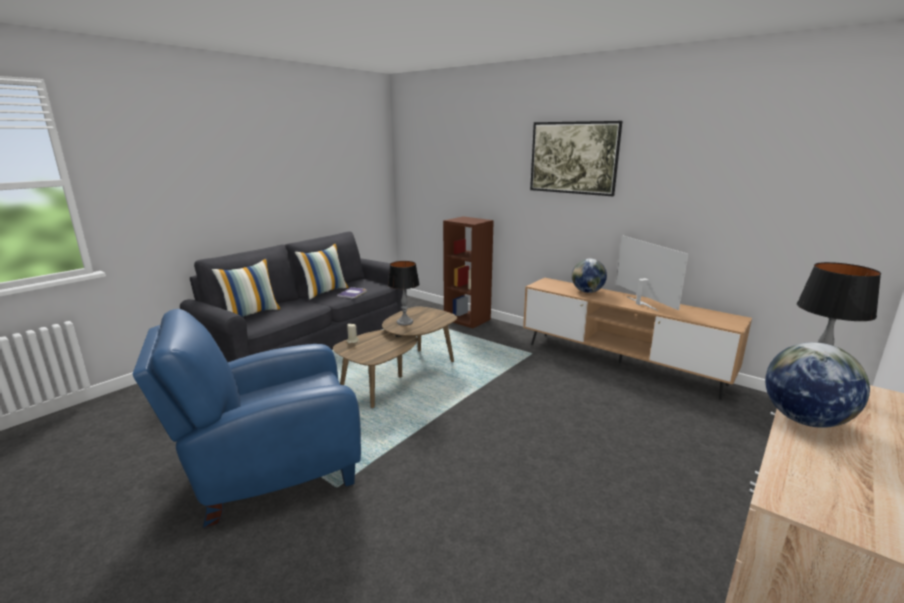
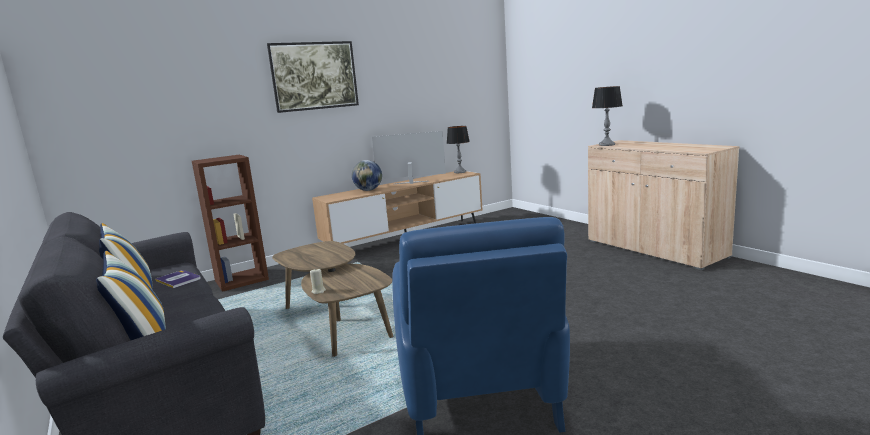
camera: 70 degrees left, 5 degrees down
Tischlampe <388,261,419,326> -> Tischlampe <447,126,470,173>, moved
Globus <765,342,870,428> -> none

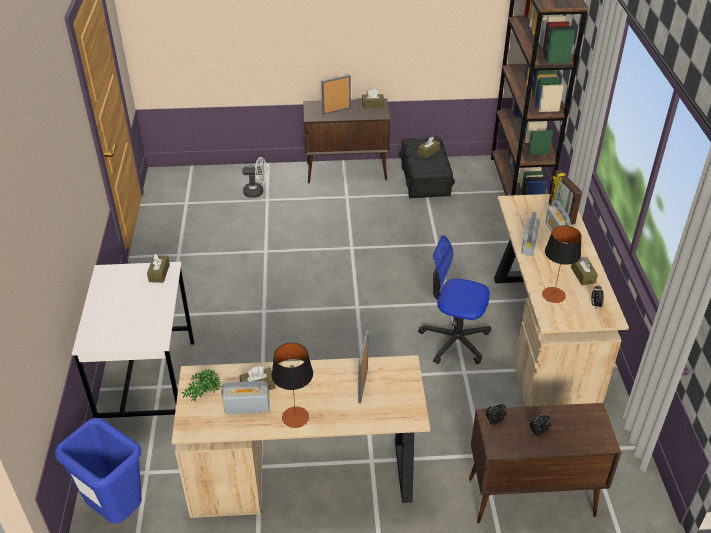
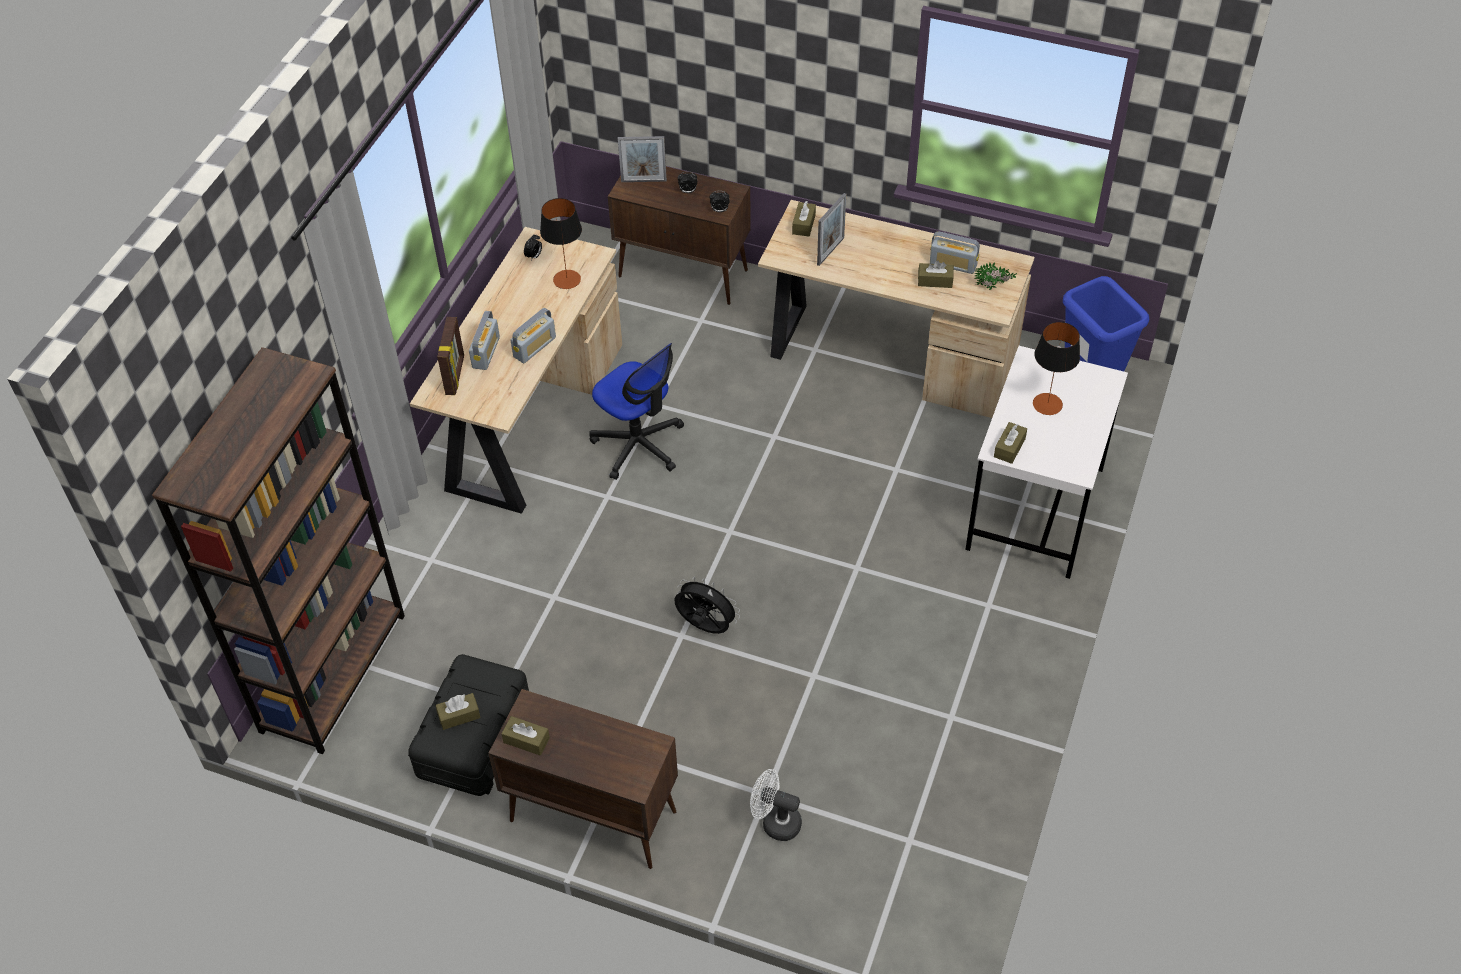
camera: 155 degrees left, 10 degrees up
Tischlampe <271,343,313,428> -> Tischlampe <1033,322,1080,415>, moved
Bilderrahmen <322,75,351,115> -> Bilderrahmen <618,136,667,182>, moved
Taschentuchbox/braun <571,257,598,285> -> Taschentuchbox/braun <792,201,816,237>, moved
none -> Ventilator/schwarz <675,576,740,634>

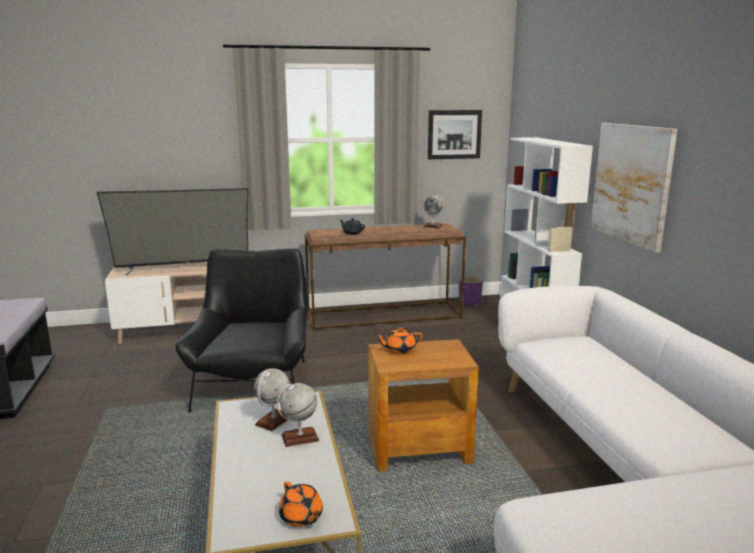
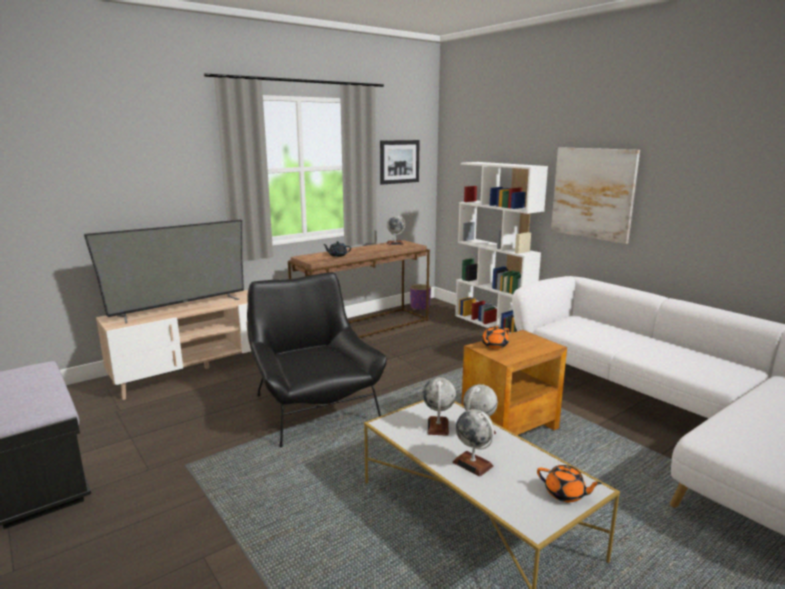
camera: 25 degrees left, 0 degrees up
none -> Globus <452,409,494,476>

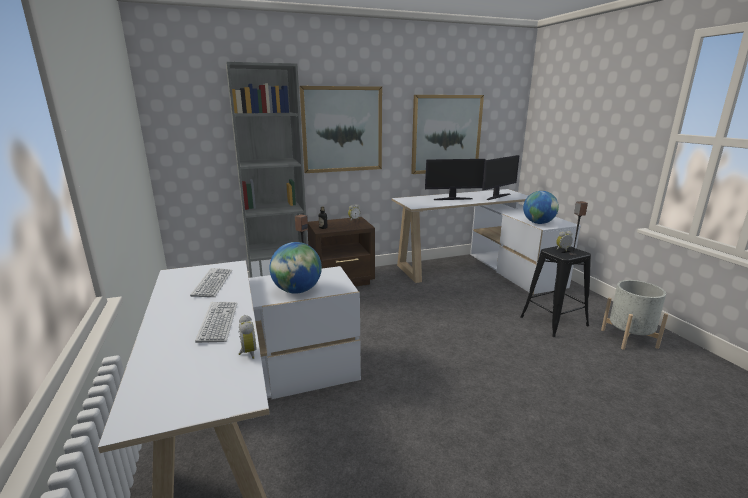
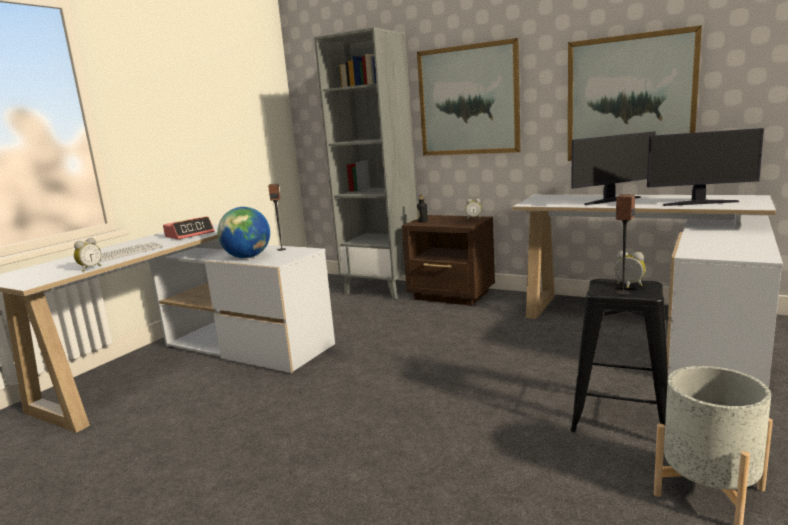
camera: 50 degrees right, 5 degrees down
Tastatur <190,268,232,297> -> Wecker <163,216,215,239>
Monitor <425,159,486,200> -> Monitor <571,131,656,205>, 60 degrees counterclockwise
Globus <523,191,559,224> -> none

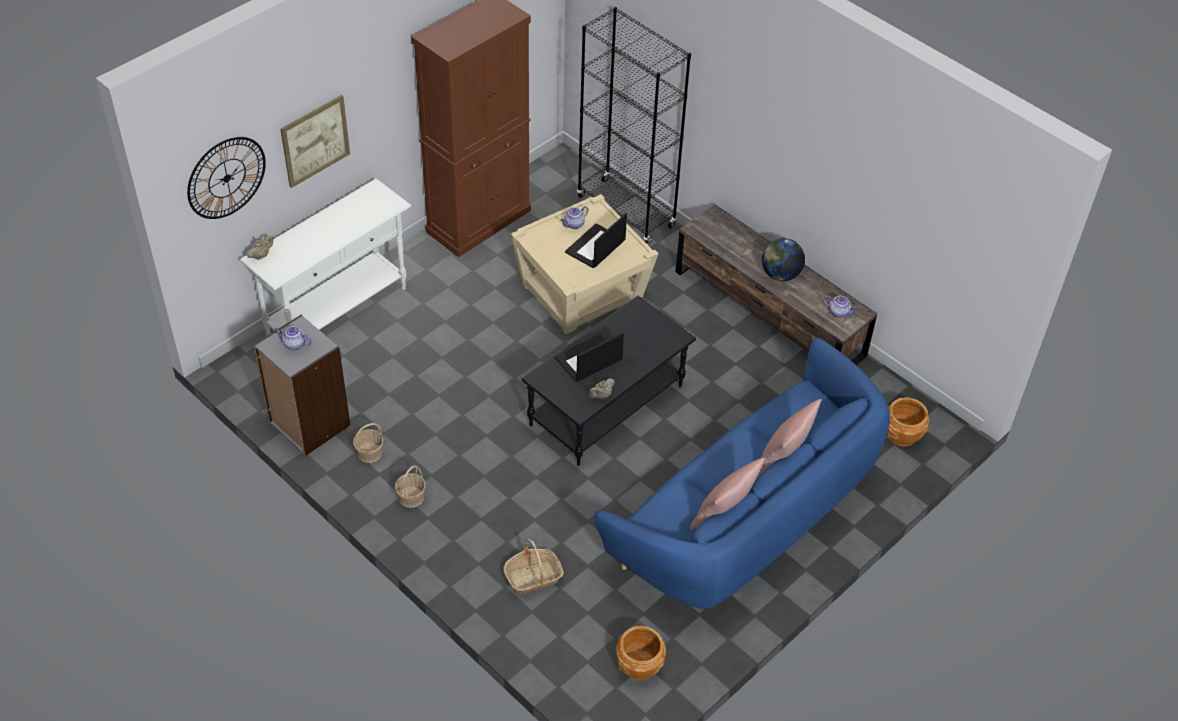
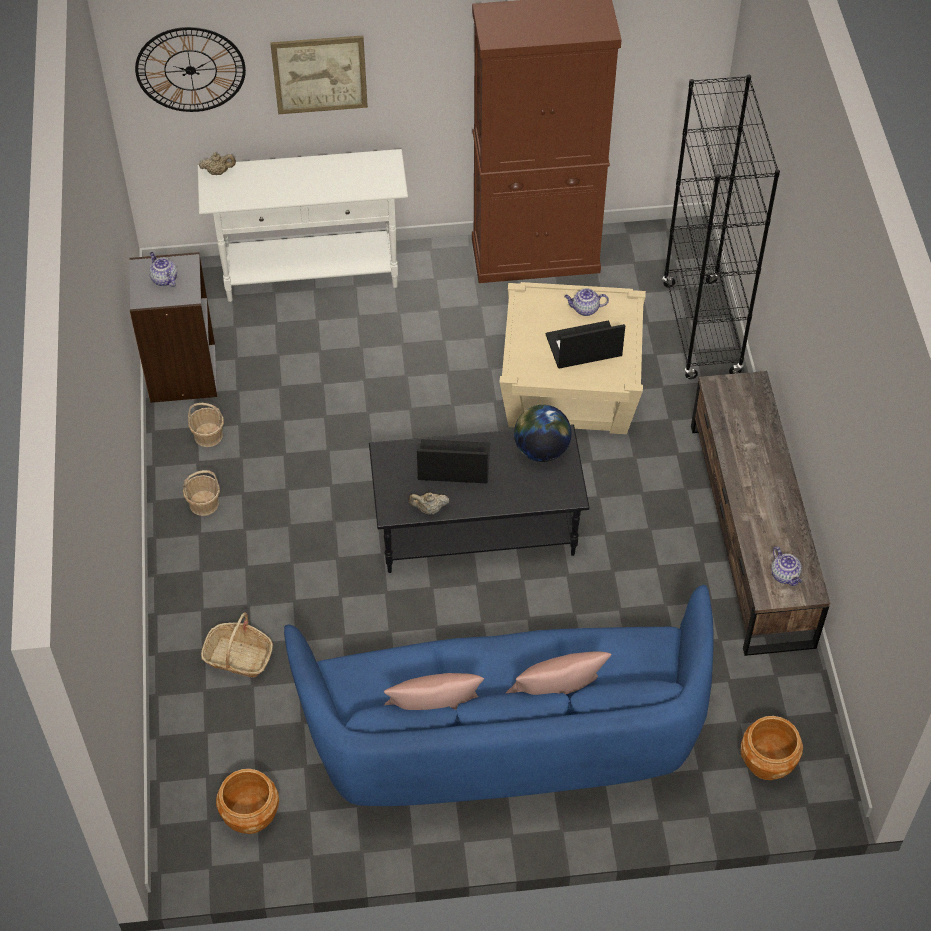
camera: 40 degrees right, 5 degrees up
Globus <762,238,805,281> -> Globus <514,405,571,462>, moved

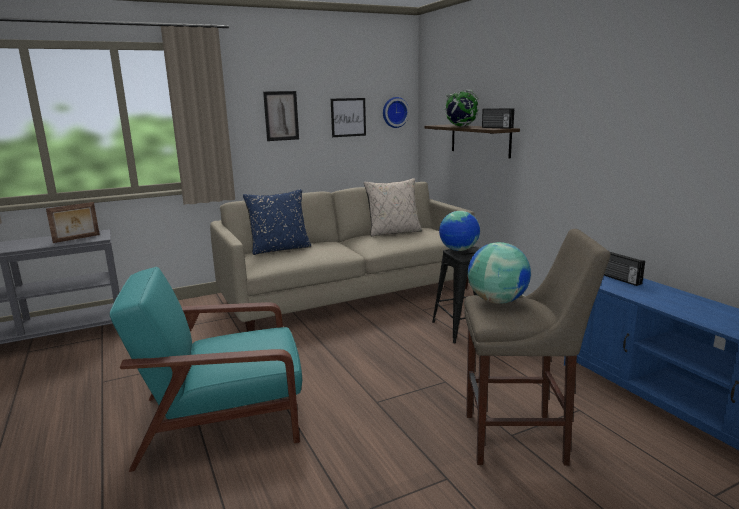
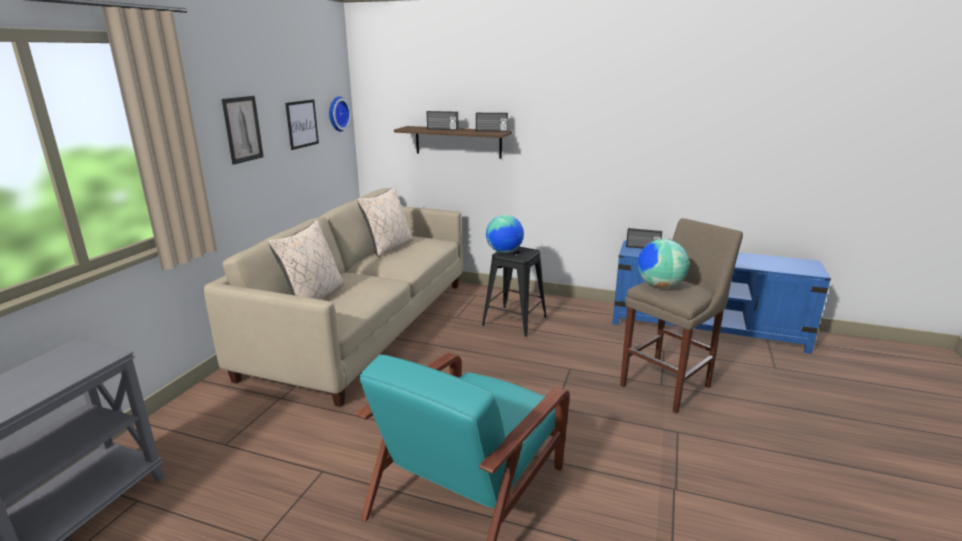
camera: 45 degrees left, 5 degrees up
Bilderrahmen <46,202,100,243> -> none
Kissen/blau <243,189,311,255> -> Kissen/beige <268,220,344,300>
Globus <444,90,479,127> -> Radio <427,111,458,130>

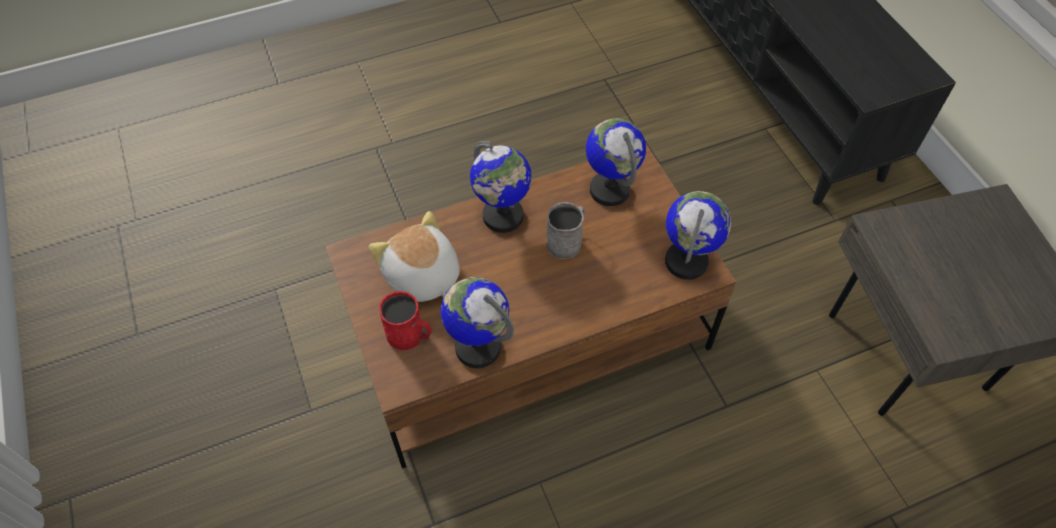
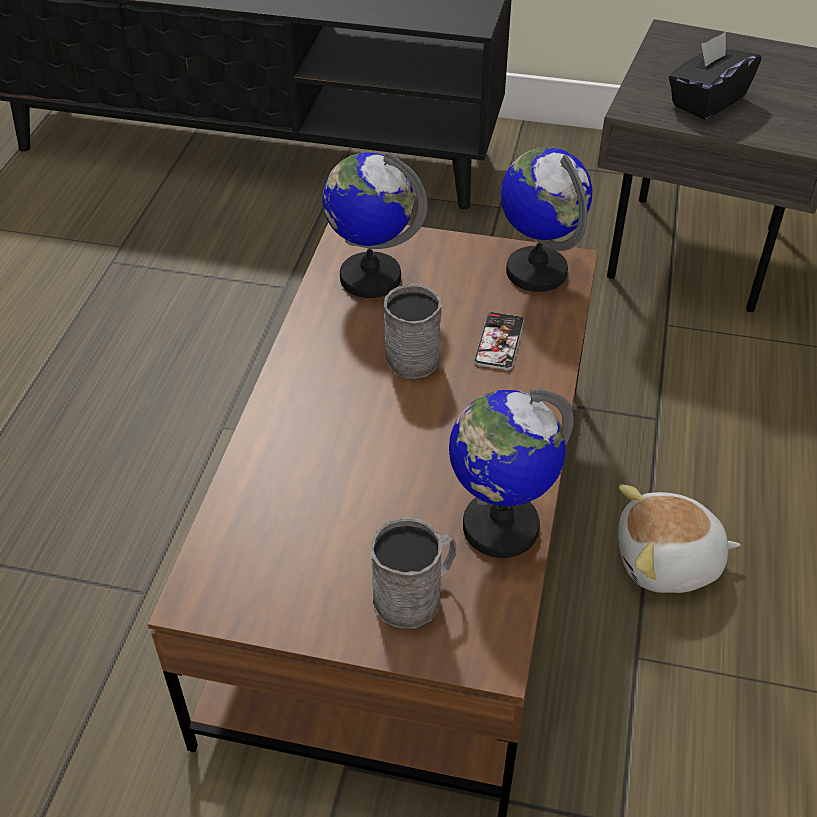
camera: 55 degrees left, 10 degrees down
Plüschtier <369,211,460,302> -> Plüschtier <618,484,741,593>, moved
Henkelbecher/rot <379,291,432,350> -> Henkelbecher/grau <371,517,456,629>
Globus <470,141,532,233> -> none
none -> Handy <474,312,524,370>
none -> Taschentuchbox/schwarz <669,32,761,120>

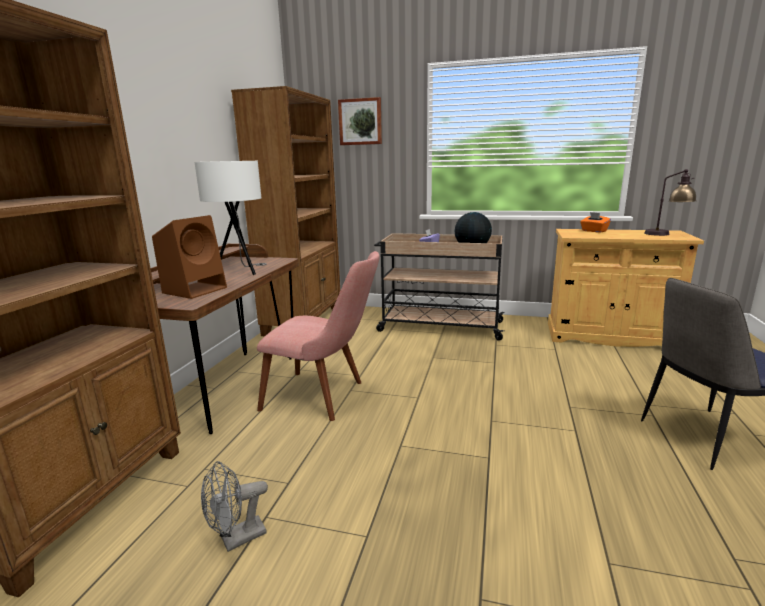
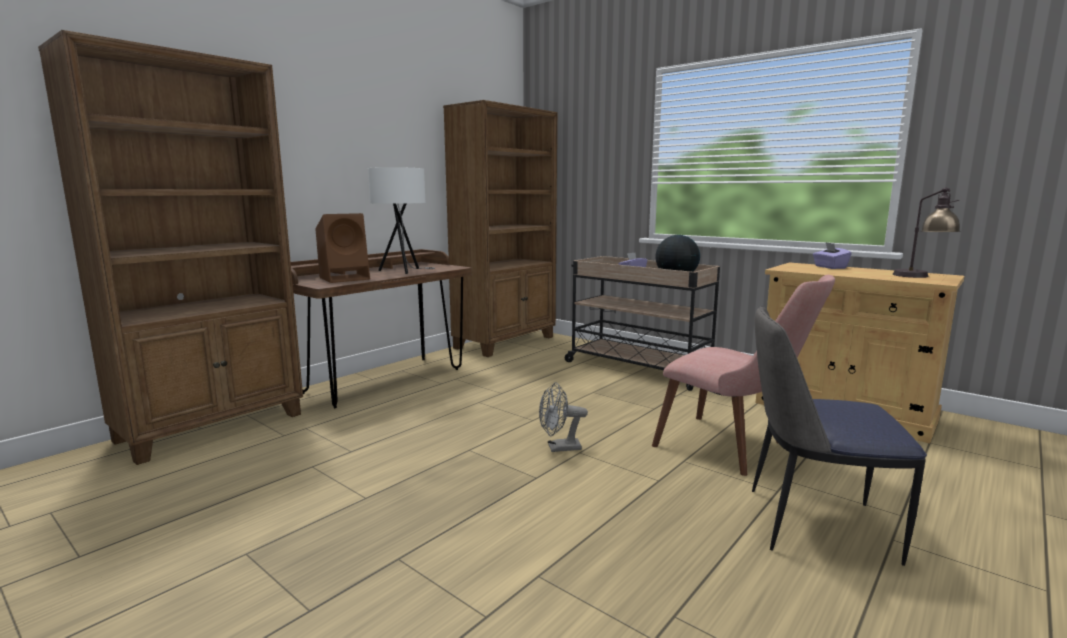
camera: 25 degrees right, 5 degrees down
Ventilator/grau <201,461,268,552> -> Ventilator/grau <539,382,588,452>, moved
Stuhl/rosa <257,251,380,421> -> Stuhl/rosa <652,275,835,476>, moved
Bild <338,97,382,145> -> none
Taschentuchbox/orange <580,212,611,233> -> Taschentuchbox/lila <813,242,852,269>

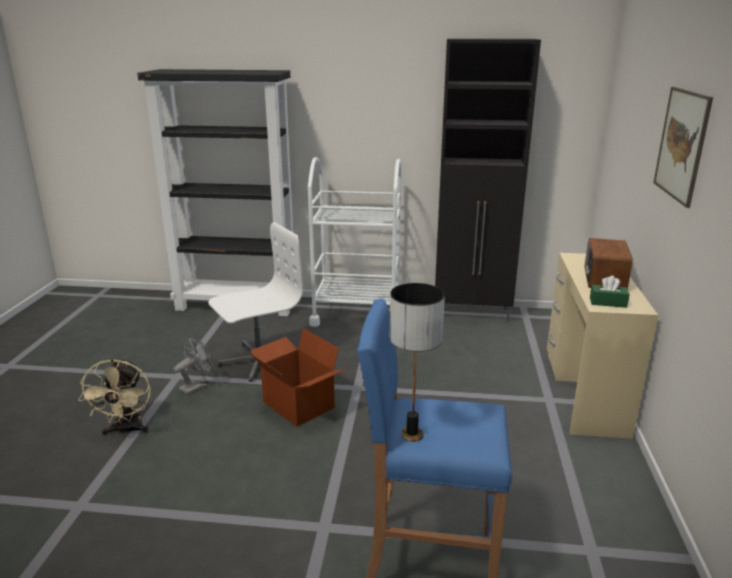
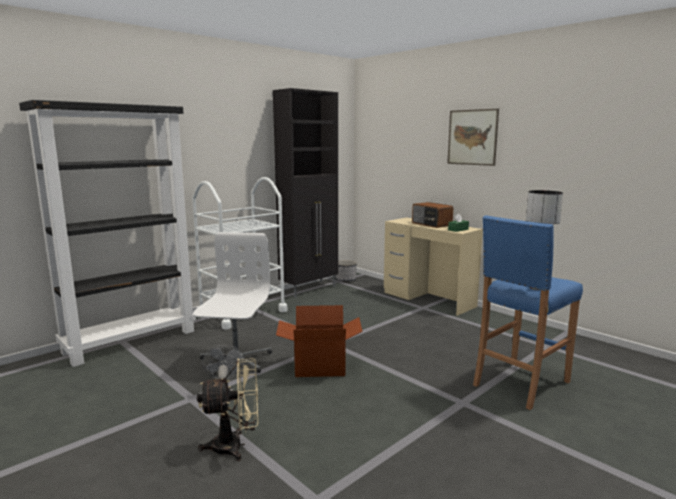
camera: 50 degrees left, 10 degrees down
Ventilator/beige <79,358,151,436> -> Ventilator/beige <197,358,258,461>, 45 degrees counterclockwise
none -> Pflanzkübel <336,260,357,282>

